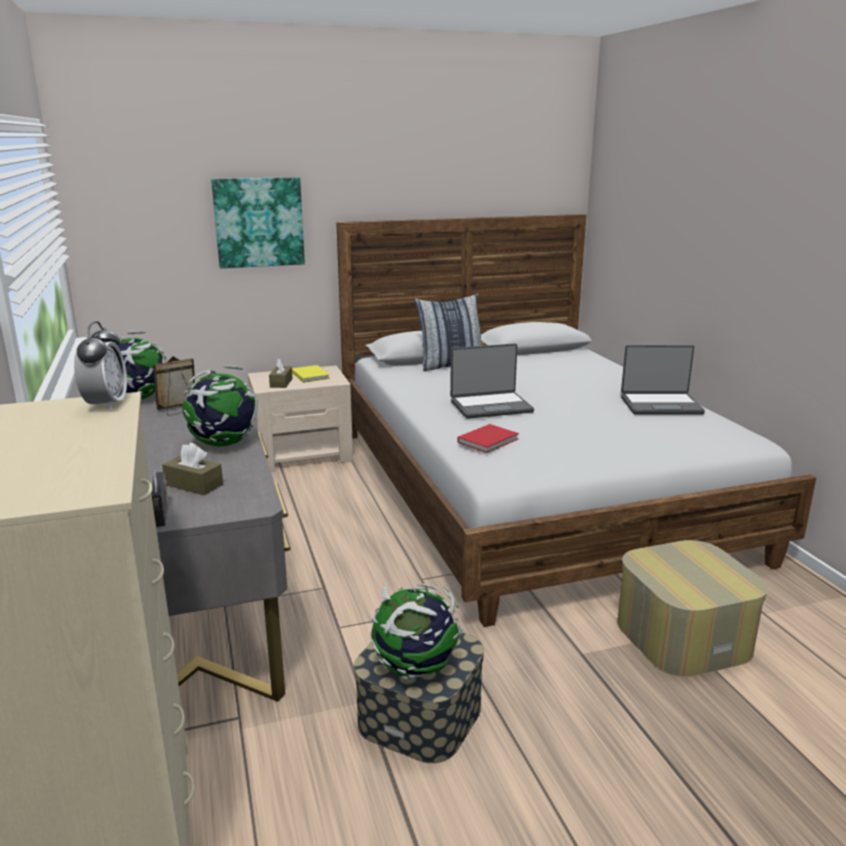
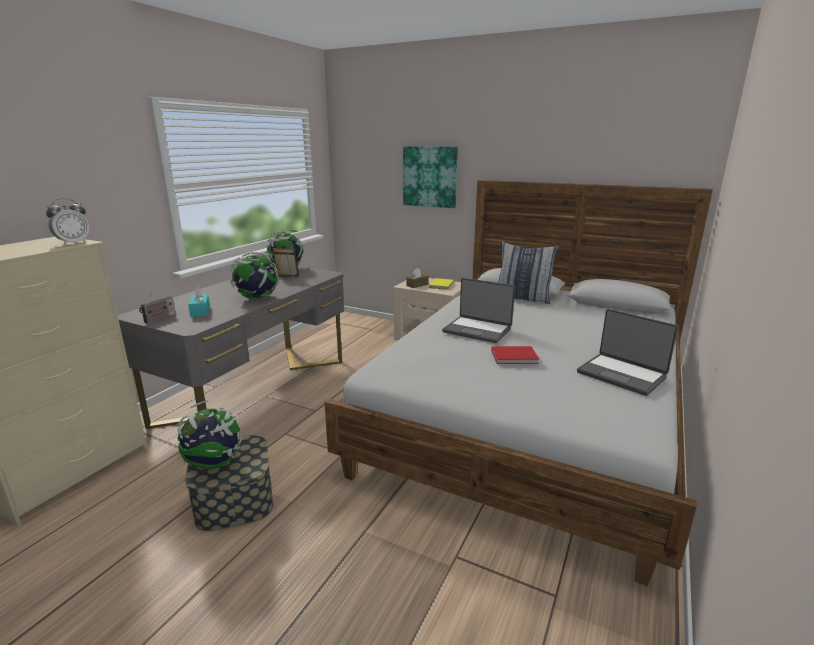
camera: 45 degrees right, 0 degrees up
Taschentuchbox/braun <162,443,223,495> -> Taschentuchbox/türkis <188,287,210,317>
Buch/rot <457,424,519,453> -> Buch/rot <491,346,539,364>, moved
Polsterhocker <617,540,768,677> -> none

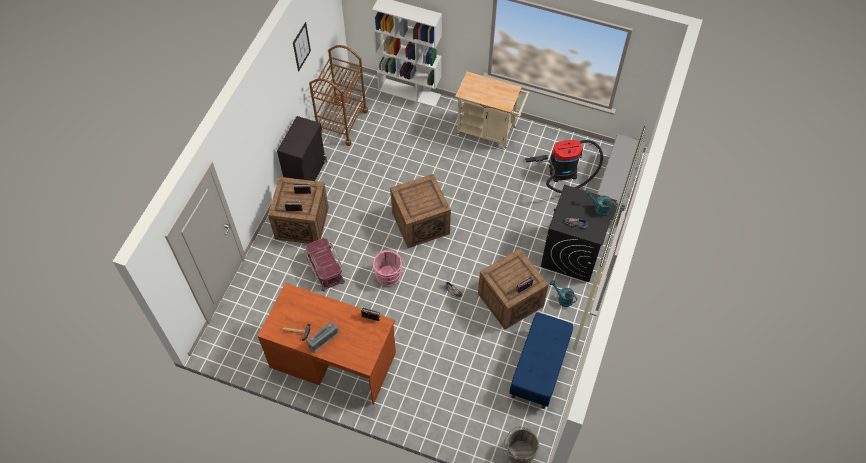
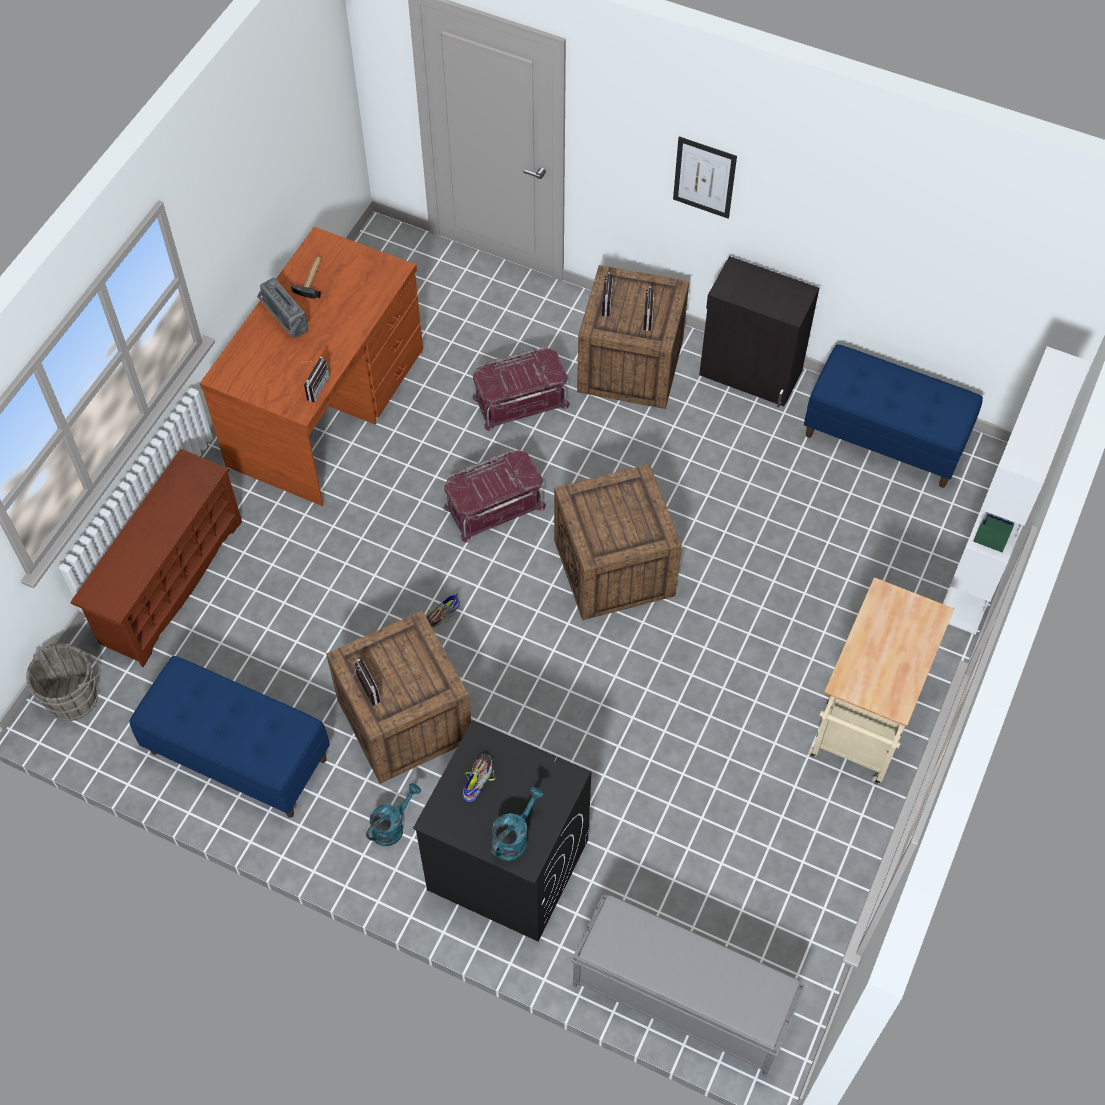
camera: 95 degrees right, 0 degrees up
Bild <293,22,311,71> -> Bild <673,136,737,219>, moved
Rollwagen/braun <309,45,368,146> -> Bank/blau <804,344,983,488>
Eimer/rosa <373,250,406,286> -> Aufbewahrungsbox/rot <443,450,546,543>
Staubsauger <525,140,603,193> -> none
none -> Schuhregal/braun <70,449,242,667>

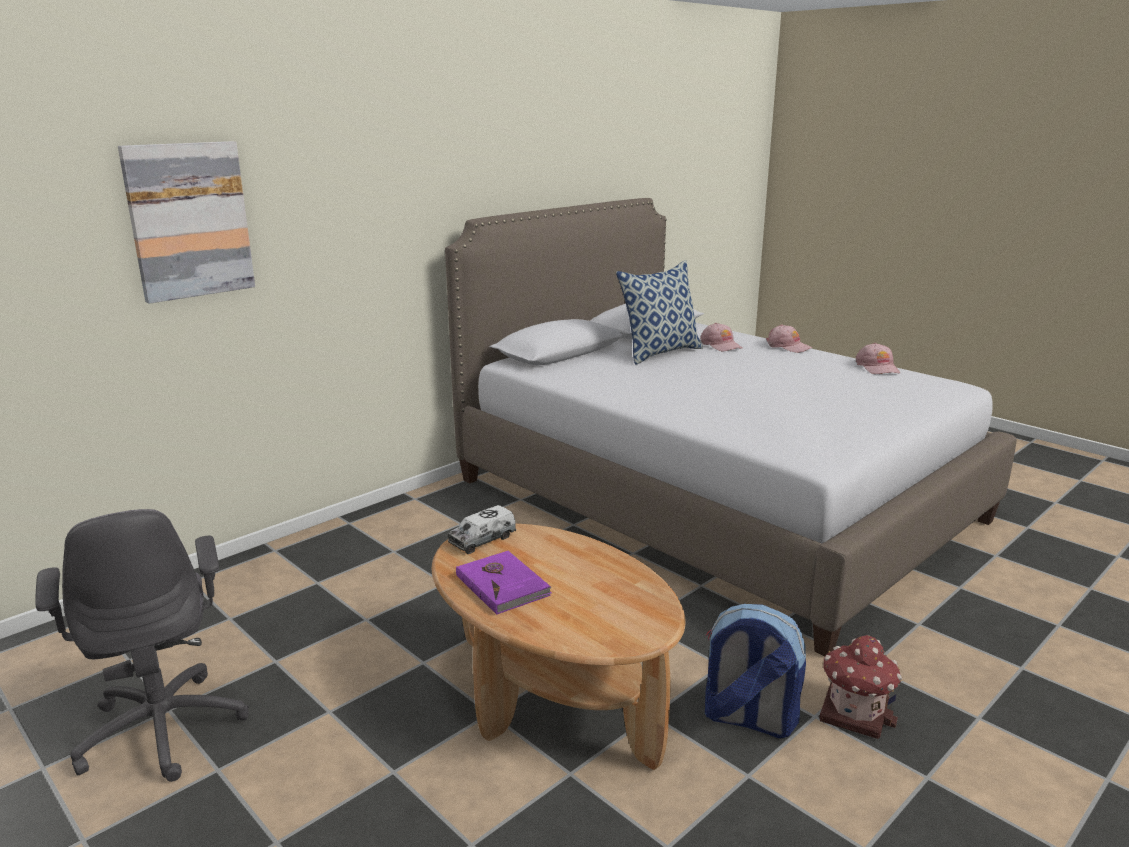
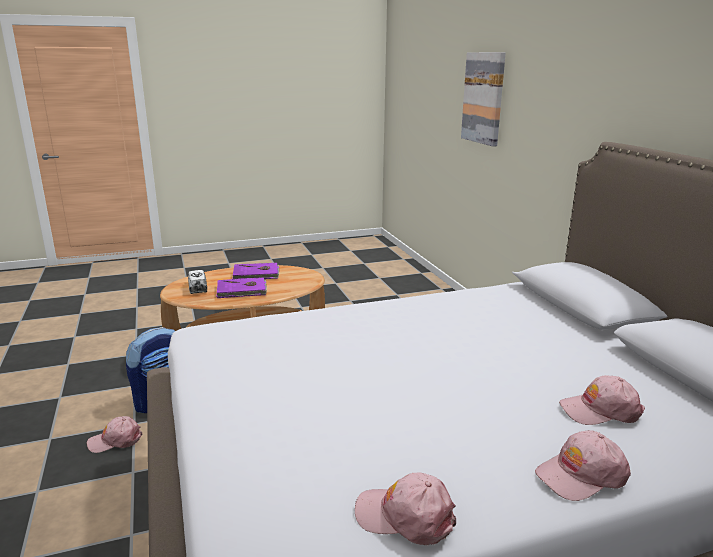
camera: 115 degrees right, 0 degrees up
Bürostuhl/grau <35,509,249,782> -> none
Spielzeuglaster <448,505,516,554> -> Spielzeuglaster <188,270,207,294>, moved
Kissen <616,260,703,365> -> none
Spielzeughaus <819,635,902,739> -> Kappe/rosa <87,416,142,453>
none -> Buch/lila <216,277,267,298>

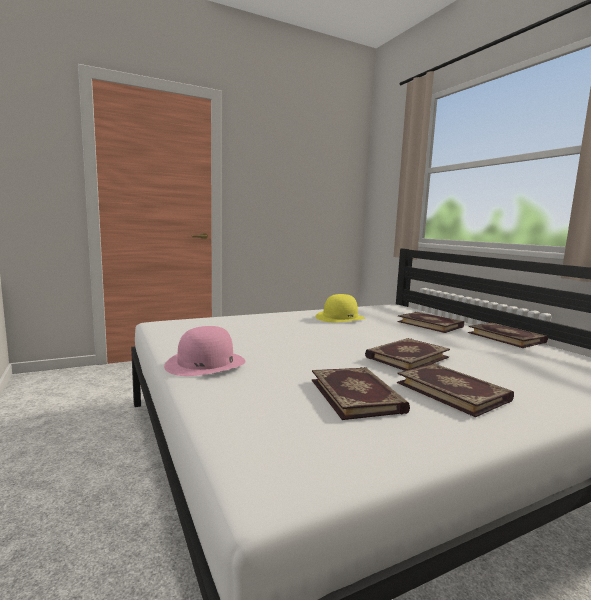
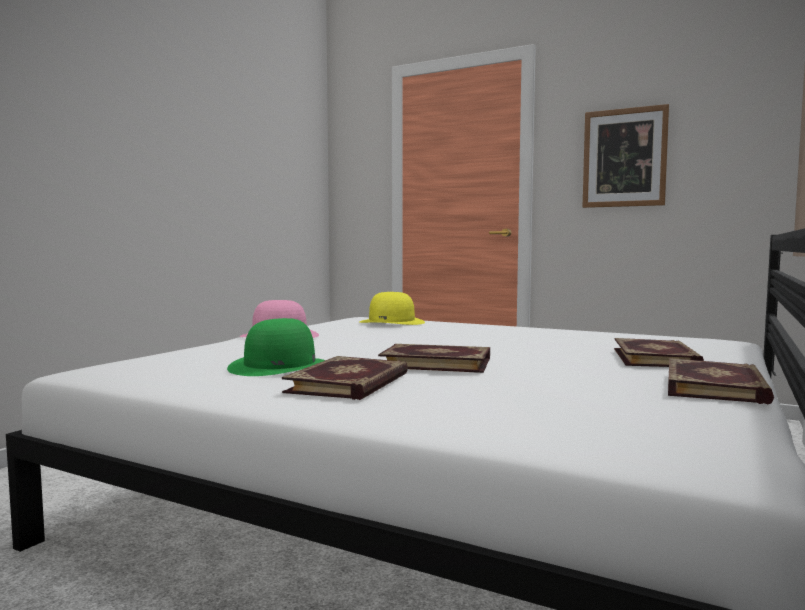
camera: 55 degrees right, 5 degrees down
Buch <312,367,410,420> -> Hut/grün <227,318,325,376>
Hut/gelb <315,294,365,322> -> Hut/gelb <359,292,425,325>, moved
none -> Bild <583,104,669,208>

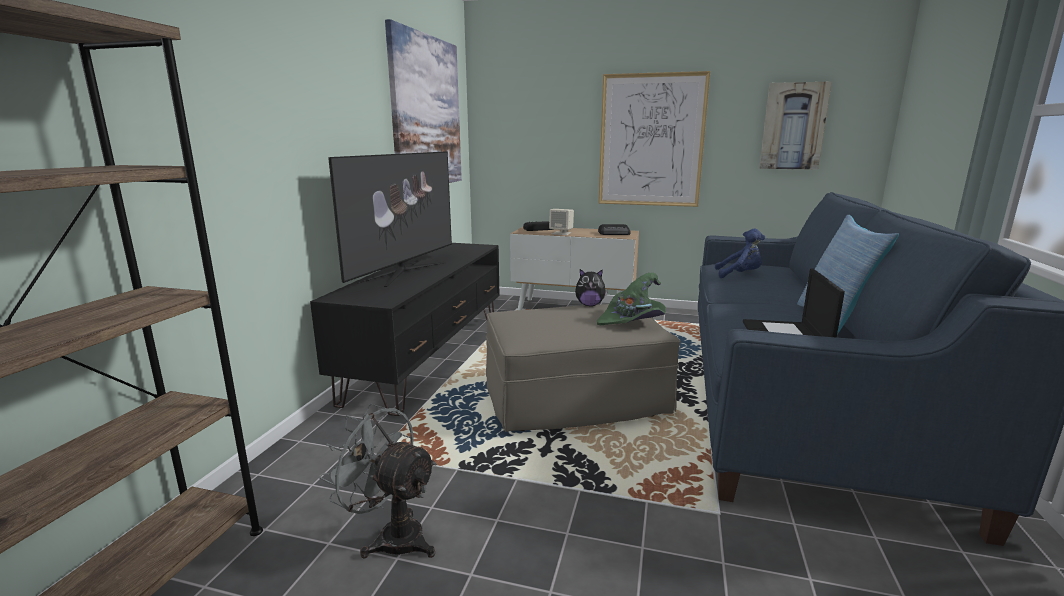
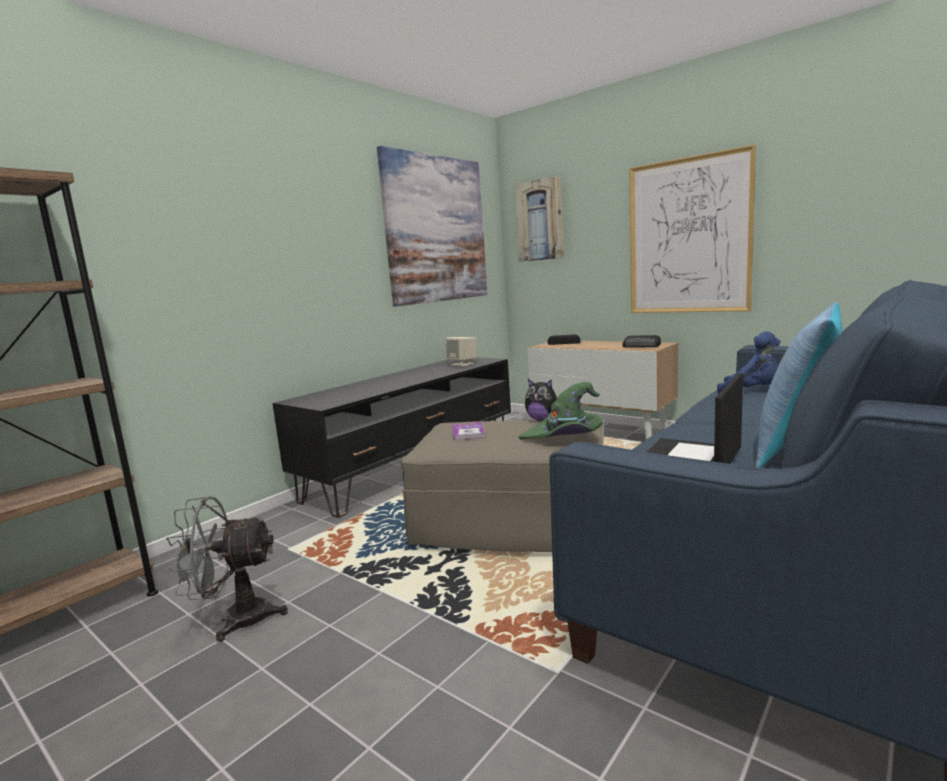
camera: 25 degrees right, 5 degrees down
Ventilator/grau <319,404,437,559> -> Ventilator/grau <166,496,288,642>, 60 degrees counterclockwise
Fernseher <328,151,452,287> -> none
Lautsprecher/beige <549,209,574,235> -> Lautsprecher/beige <446,337,476,366>, moved
Bild <759,81,832,170> -> Bild <515,176,564,262>, moved
none -> Buch <452,422,485,440>

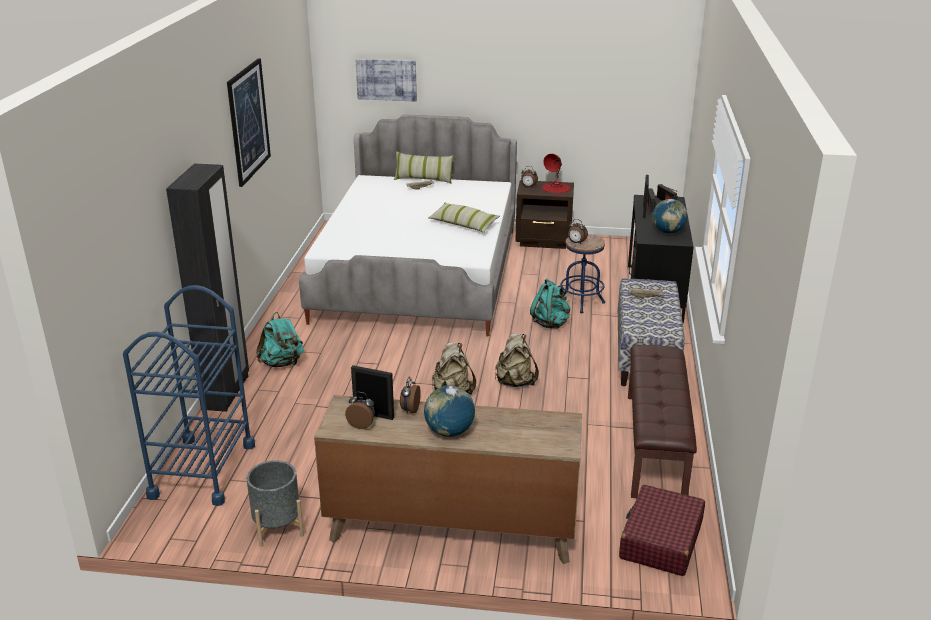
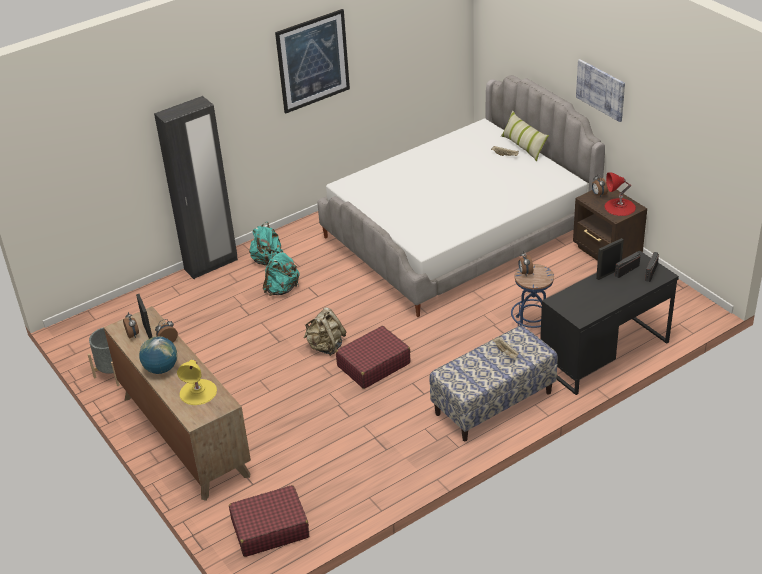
camera: 50 degrees right, 10 degrees up
Rollwagen/blau <123,285,255,506> -> none
Bild <356,59,417,102> -> Bild <576,59,625,122>, moved
Kissen <429,203,500,233> -> none
Rucksack/beige <495,333,539,387> -> Koffer/rot <336,326,411,389>
Rucksack/türkis <530,279,571,329> -> Rucksack/türkis <263,251,300,296>, moved
Bank/braun <628,345,697,498> -> none
Globus <652,199,688,234> -> none
none -> Tischlampe/gelb <177,359,217,405>

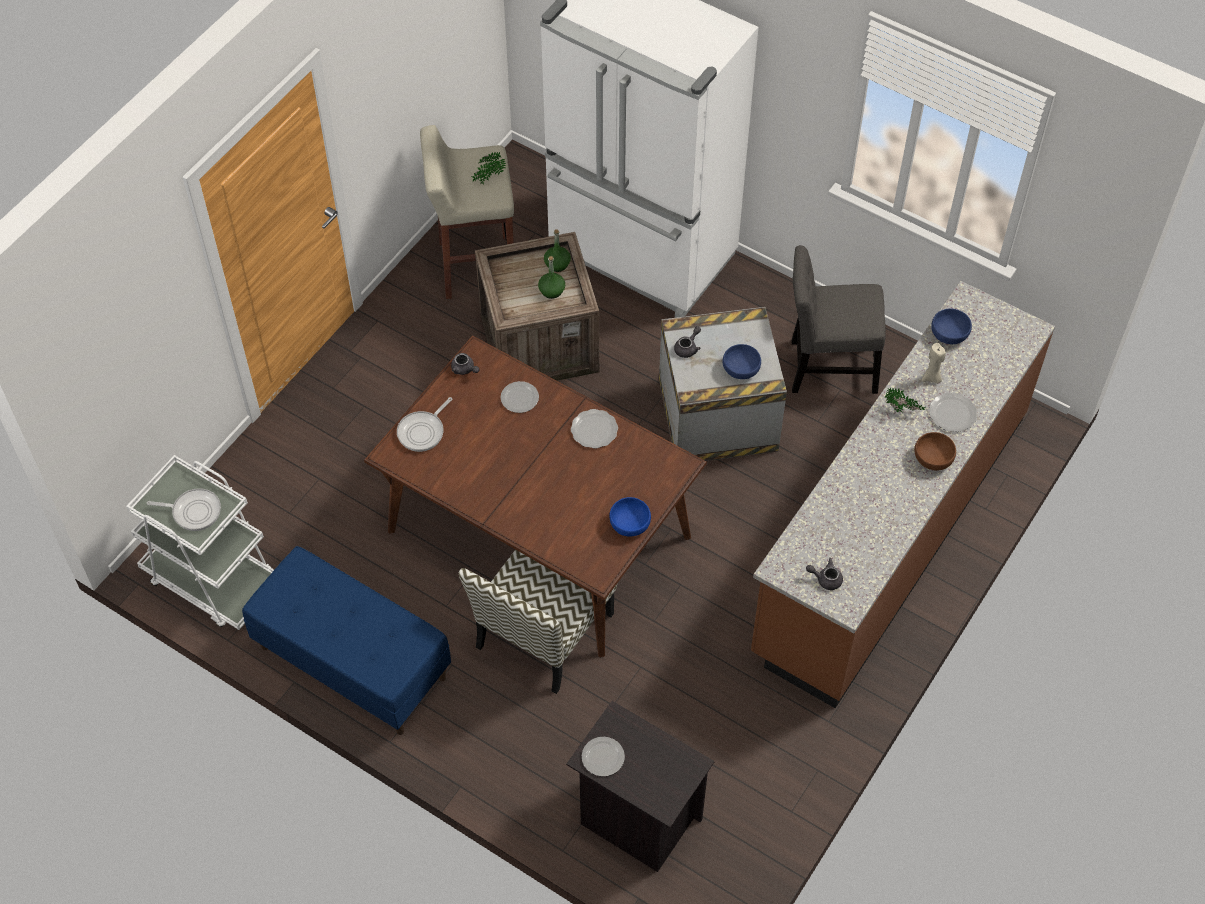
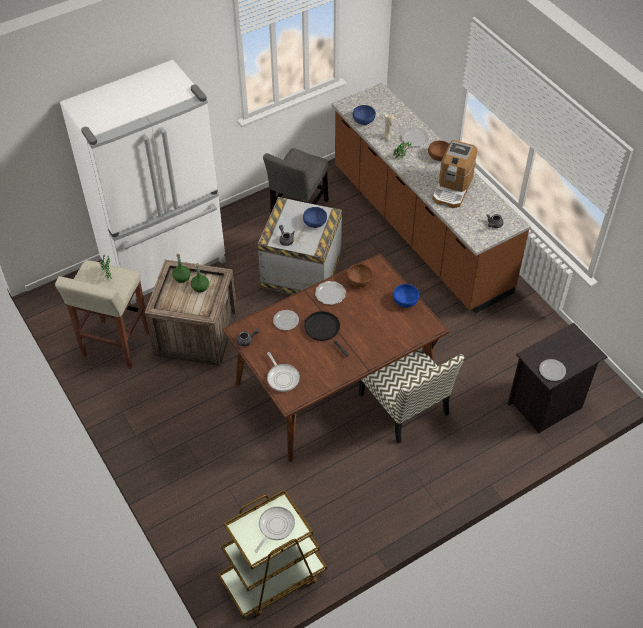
camera: 65 degrees left, 5 degrees down
Rollwagen/weiß <126,455,274,630> -> Rollwagen/braun <218,489,327,618>
Bank/blau <242,546,451,735> -> none
none -> Pfanne/schwarz <304,311,349,357>
none -> Schüssel/braun <347,264,373,287>
none -> Kaffeemaschine <432,140,477,208>

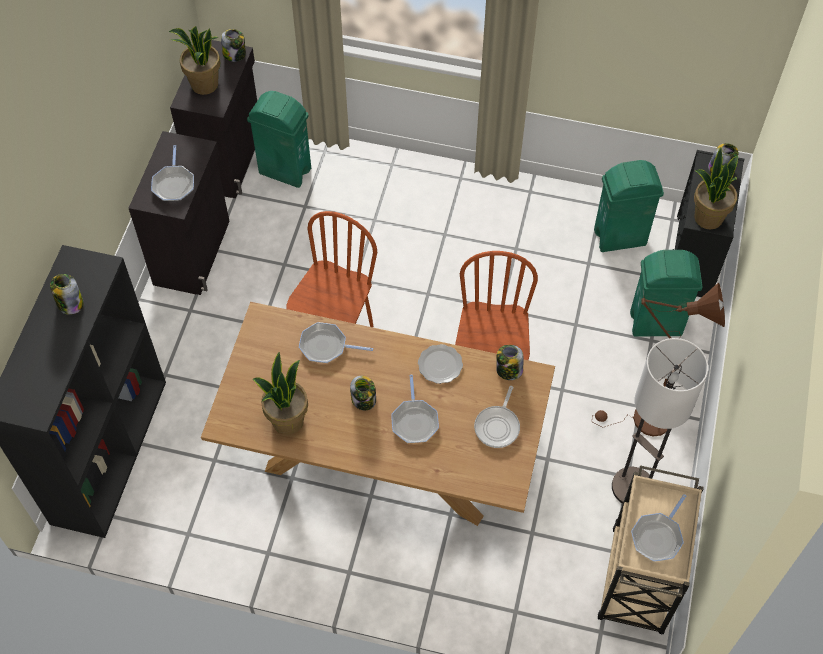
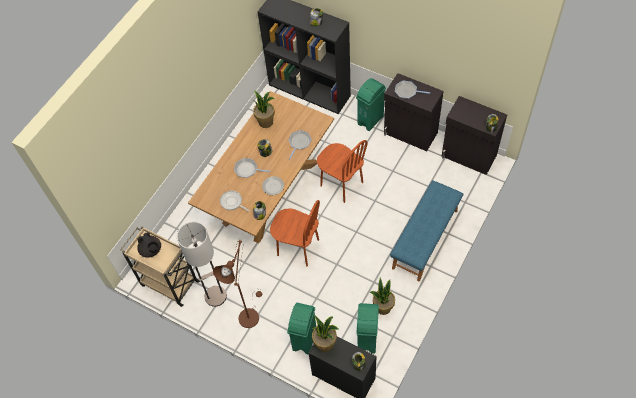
camera: 110 degrees right, 0 degrees up
Topfpflanze <169,26,220,95> -> Topfpflanze <370,277,395,315>, moved
Mülleimer/grün <247,91,311,188> -> Mülleimer/grün <356,78,386,131>, moved
Pfanne <631,494,686,562> -> Teekanne/schwarz <137,232,161,258>
none -> Bank/blau <390,180,463,282>

